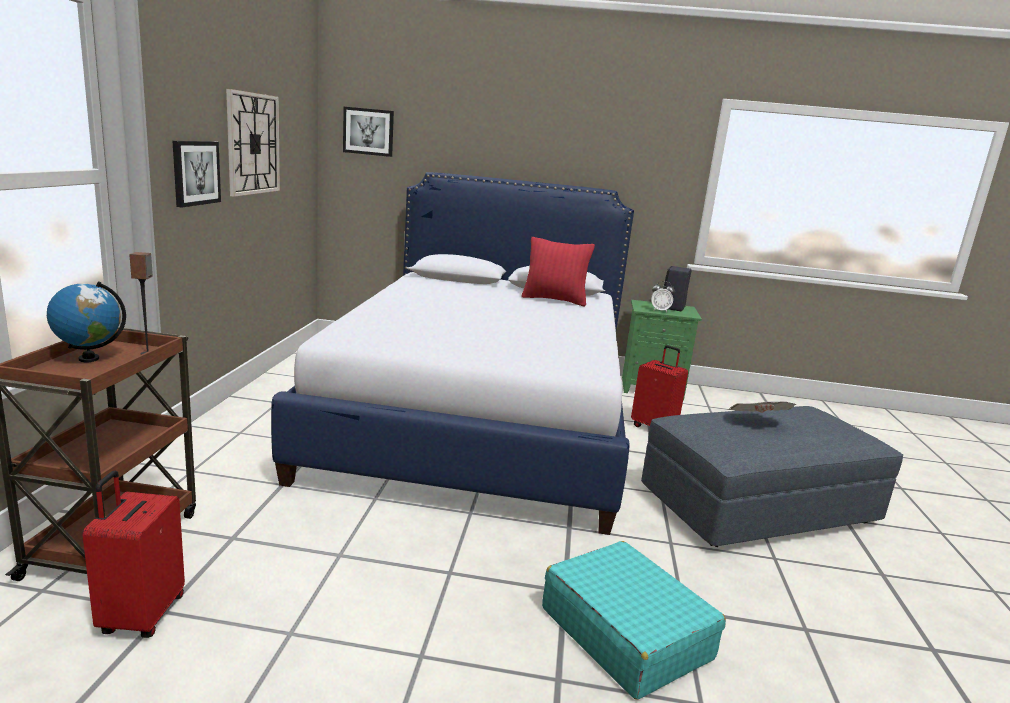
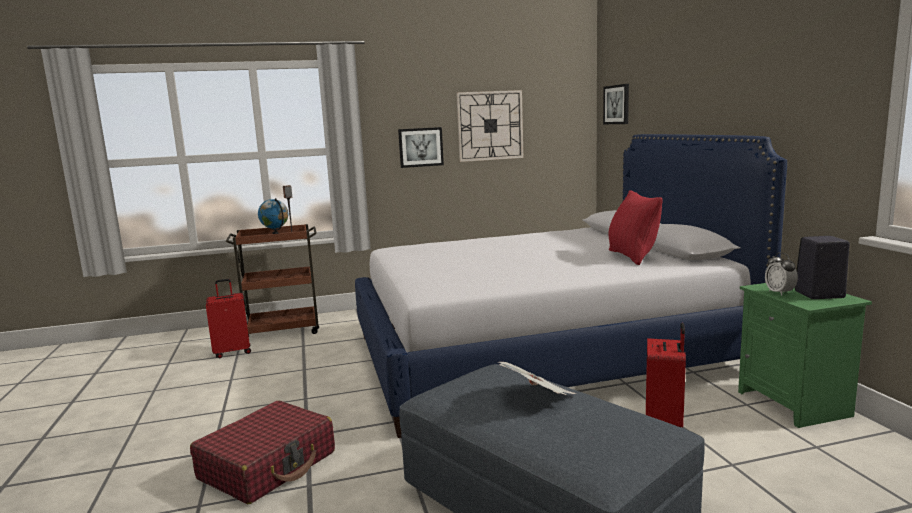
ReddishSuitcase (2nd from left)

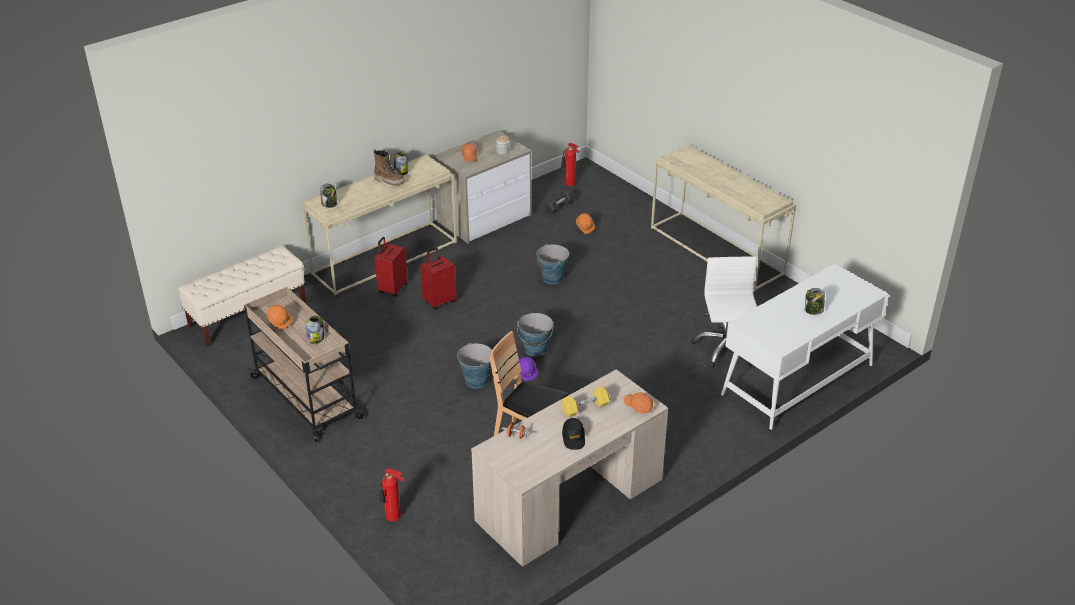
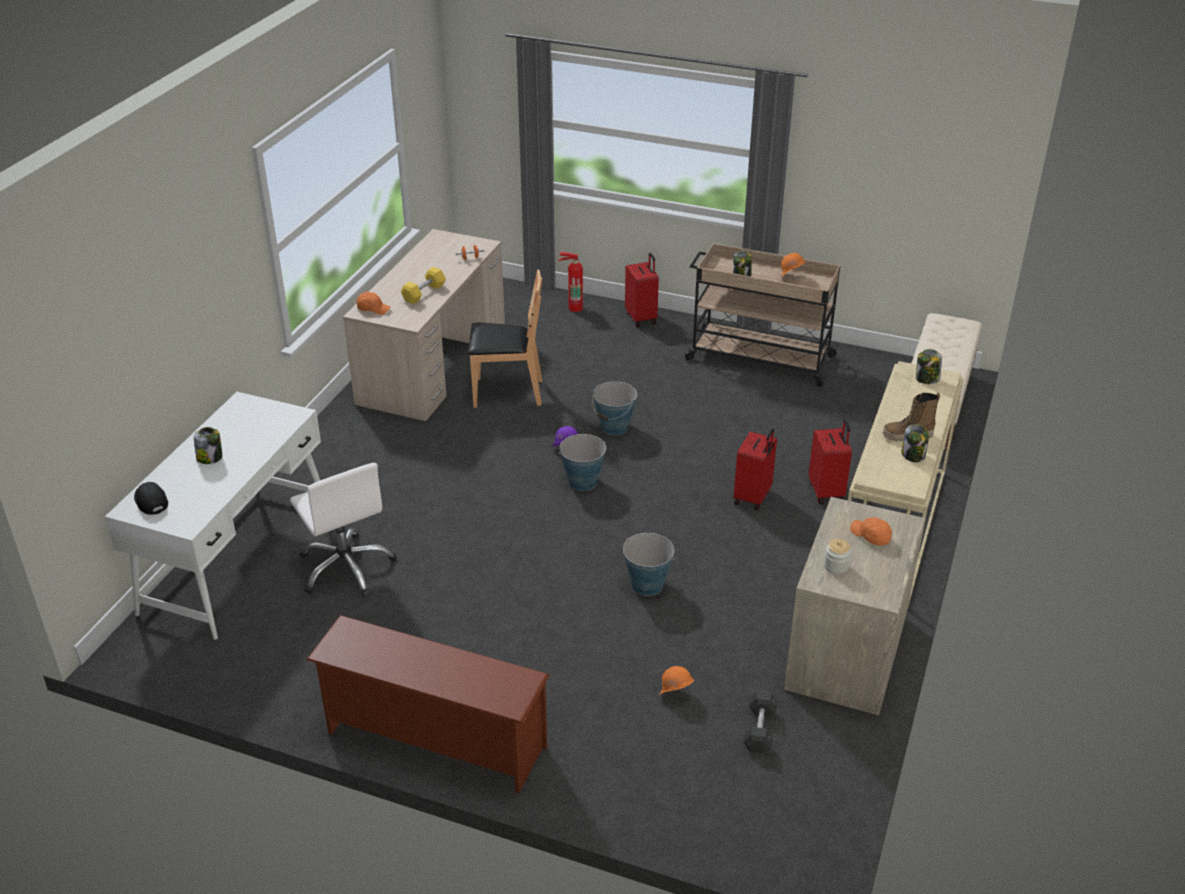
FireFightingCylinder (2nd from left in the first image)
BrownishShoeStand
BlackishPeakedCap
ReddishSuitcase (1st from left)

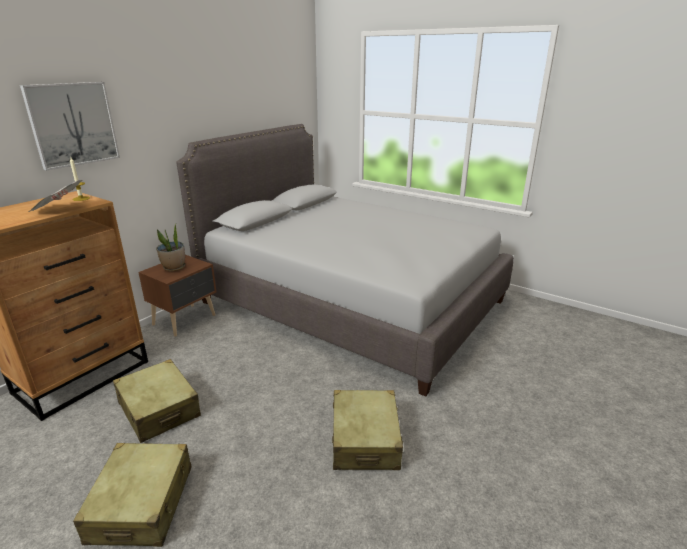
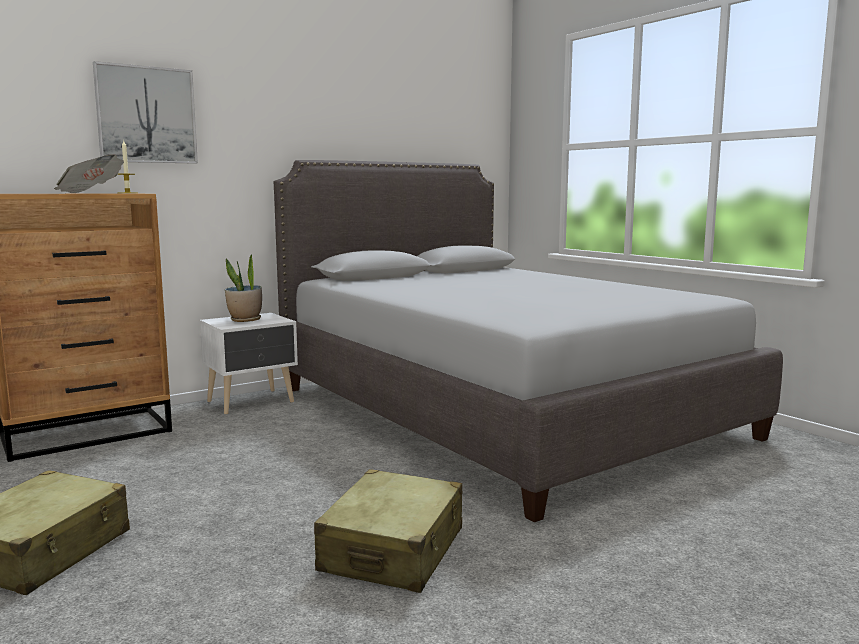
WhitishNightstand
SandColouredSuitcase (2nd from left in the first image)

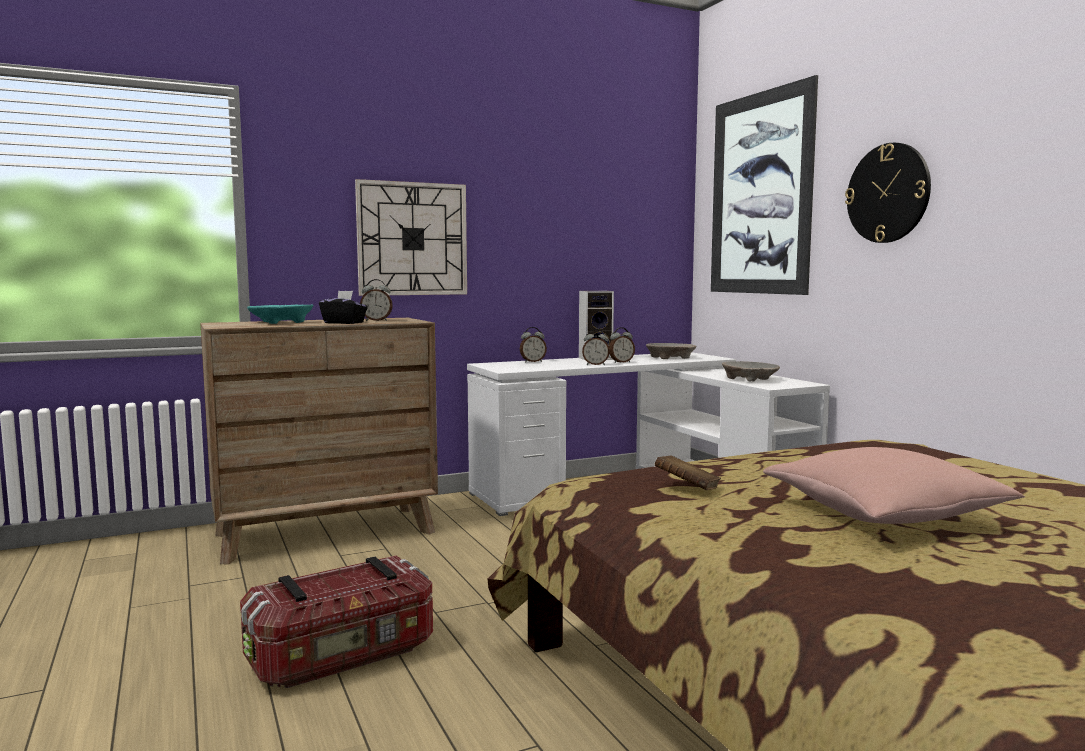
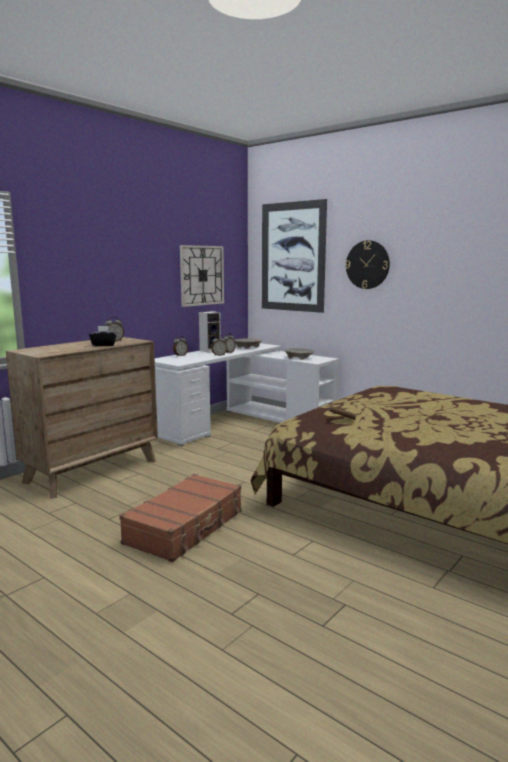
ClockOnTheWall (1st from left)
TurquoiseBowl
PinkishPillow
BrownishSuitcase

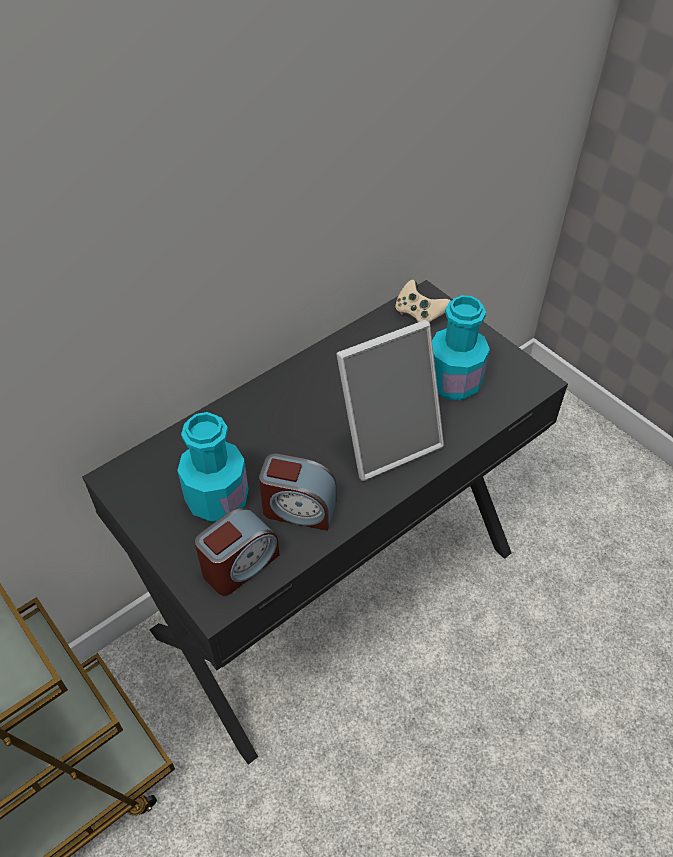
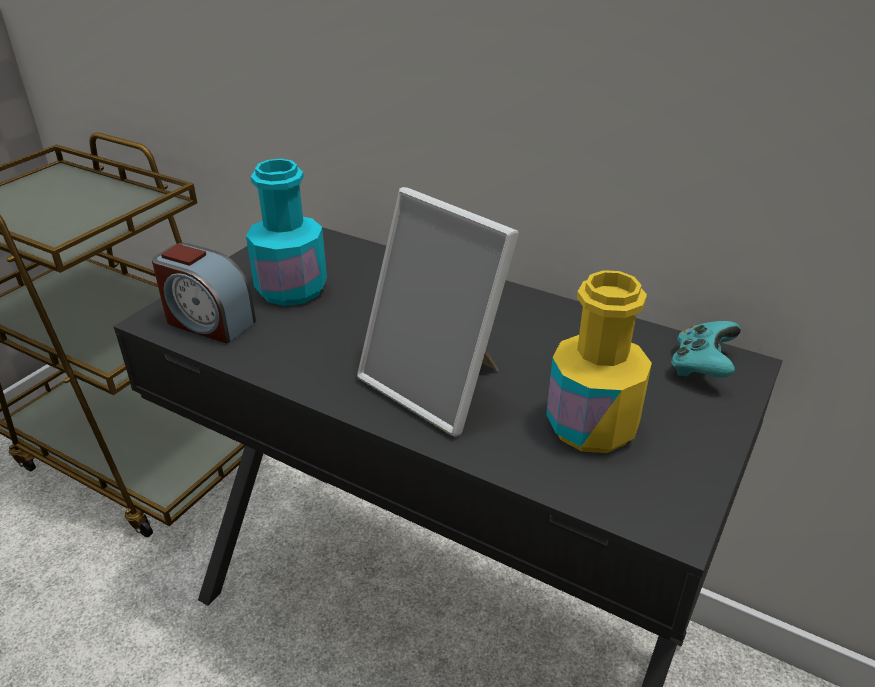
TurquoiseGamepad
YellowBeverageBottle
AlarmClock (2nd from left in the first image)

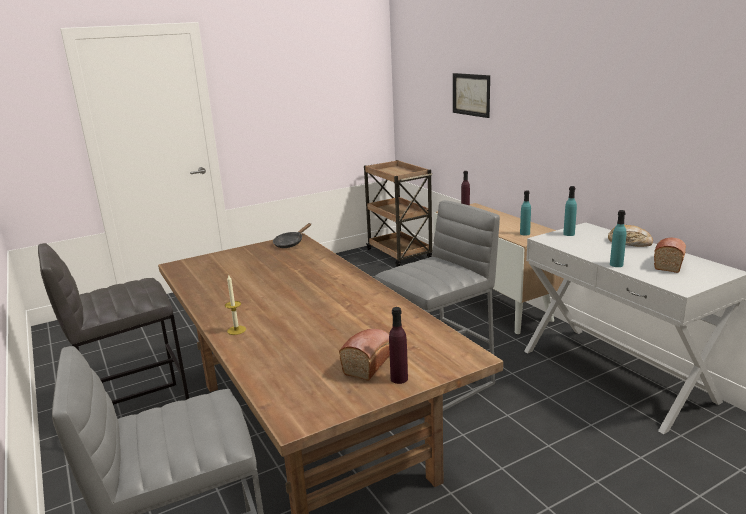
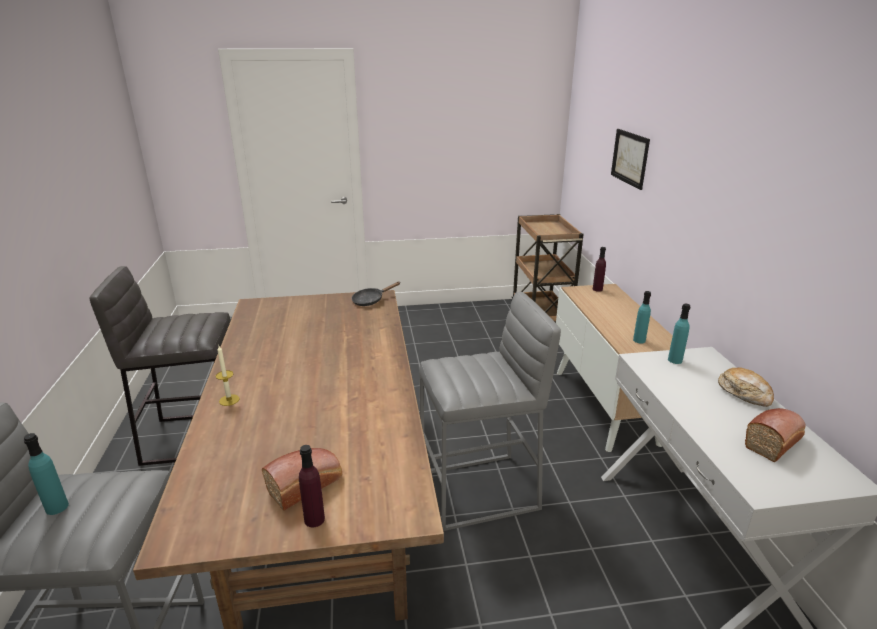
TurquoiseBeverageBottle (1st from left)

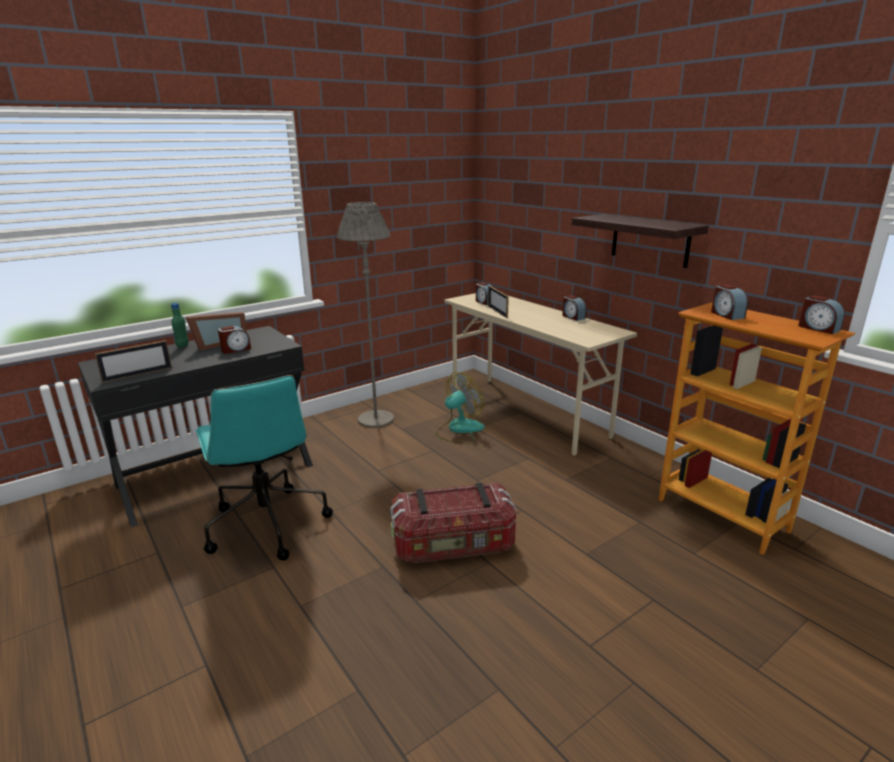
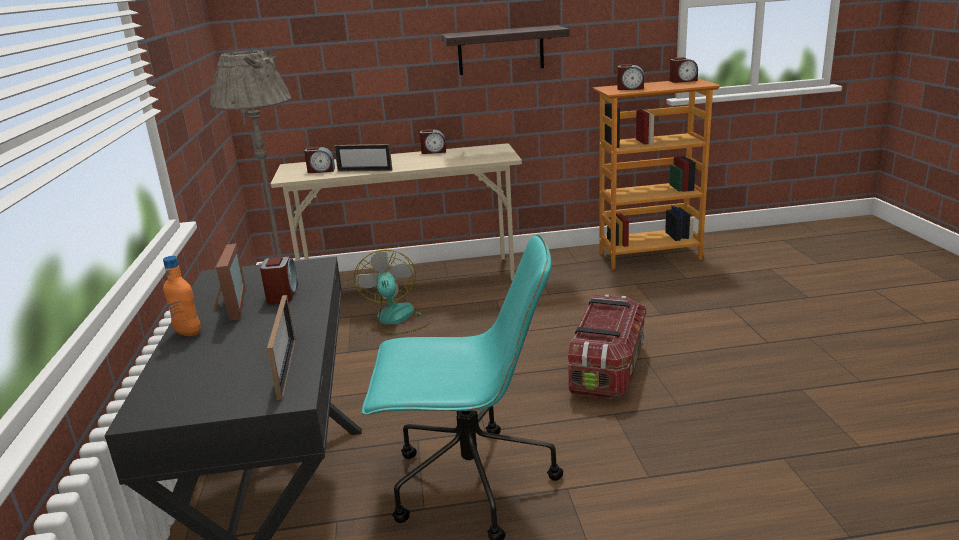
OrangeyBeverageBottle

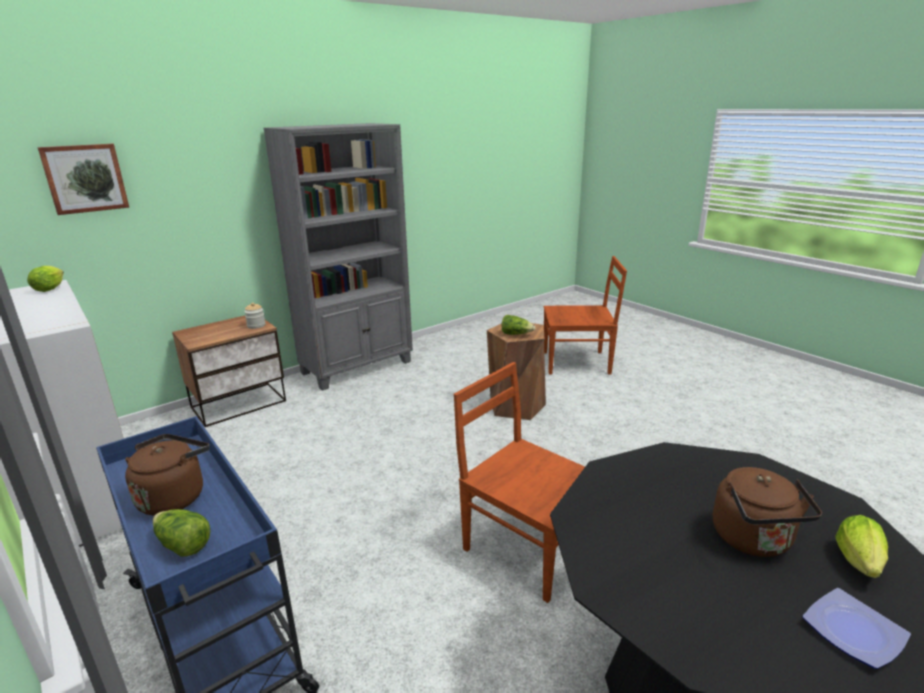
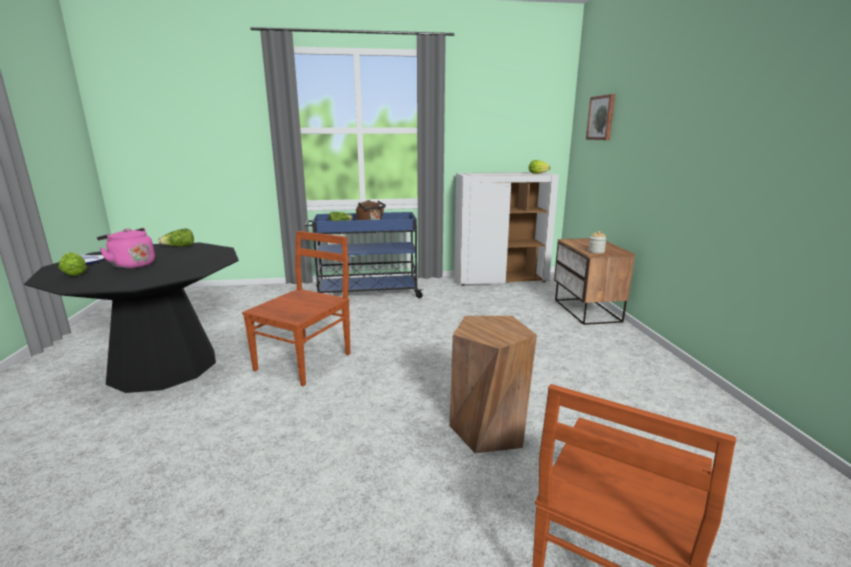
GrayBookshelf
Lettuce (2nd from left)
BrownishChair (1st from left)
PinkishTeaKettle

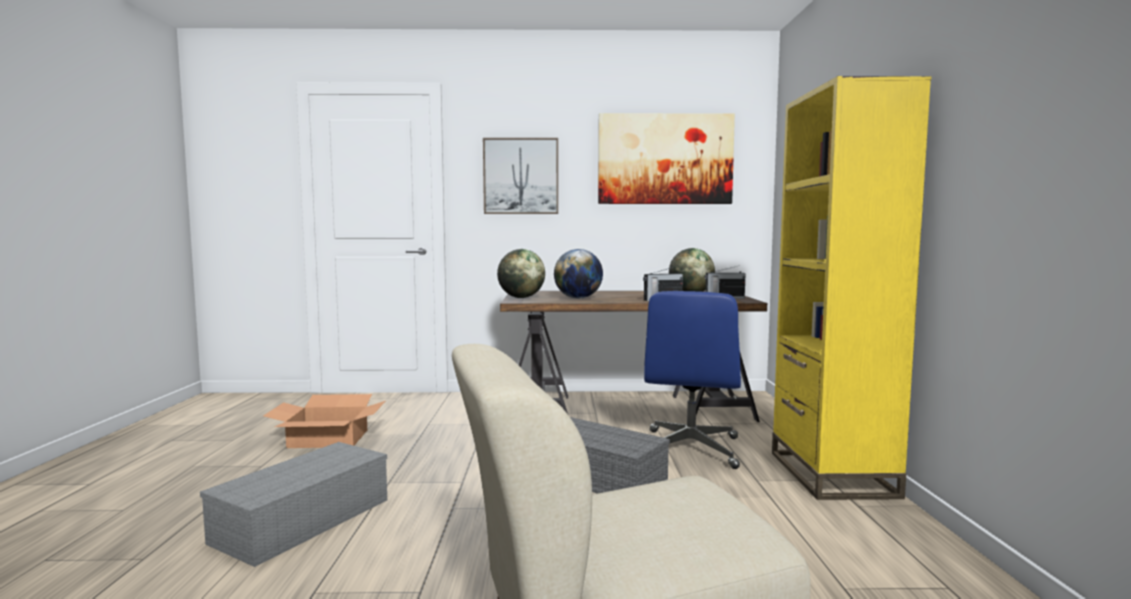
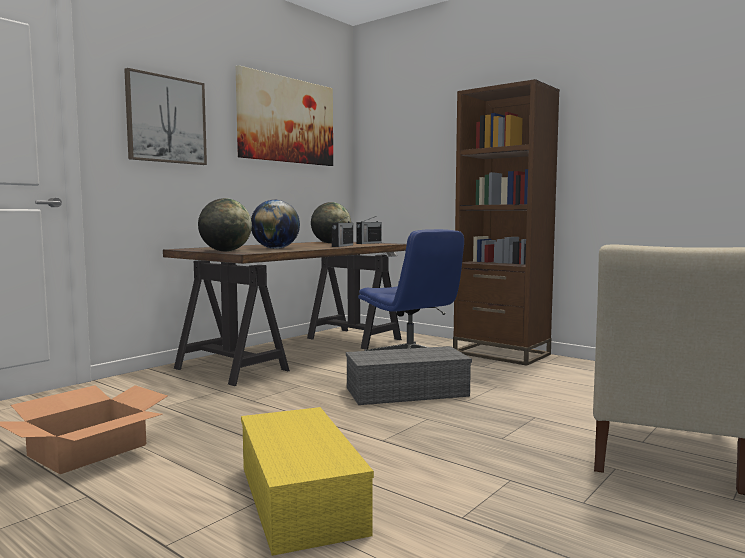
BrownishBookshelf
YellowStorageBox

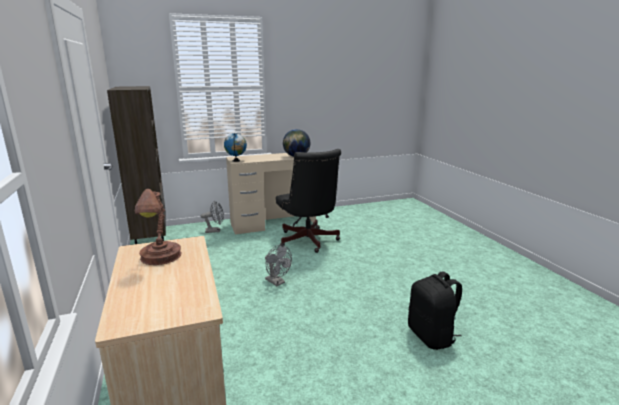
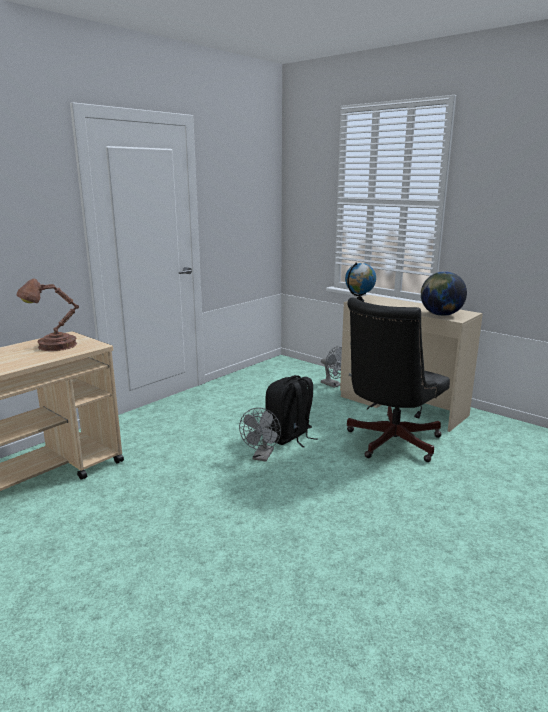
BrownishBookshelf
BlackishRucksack

